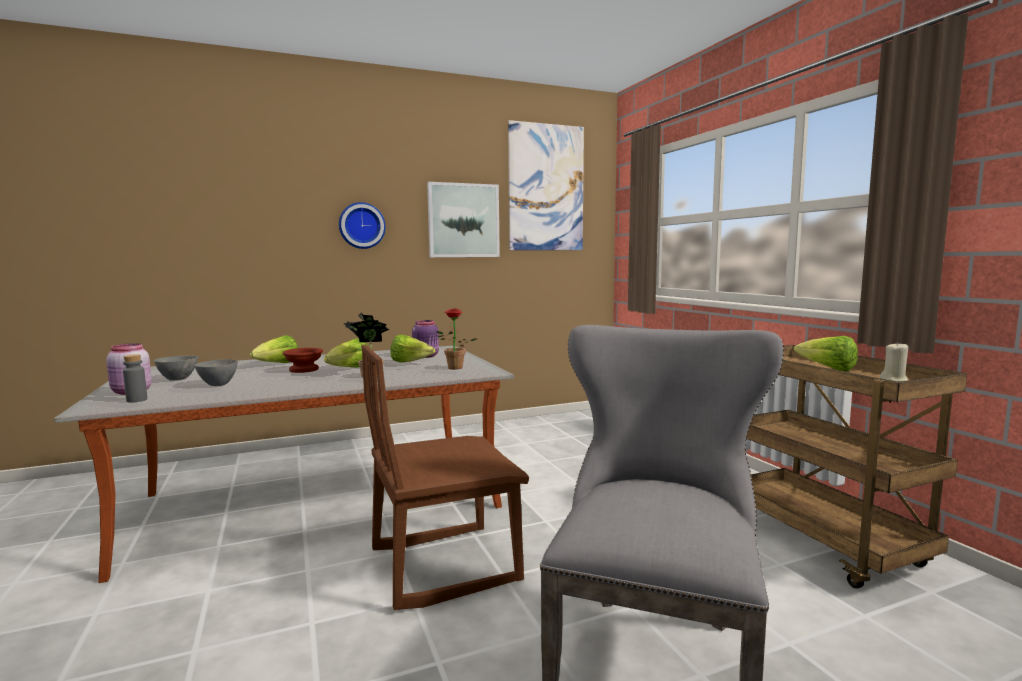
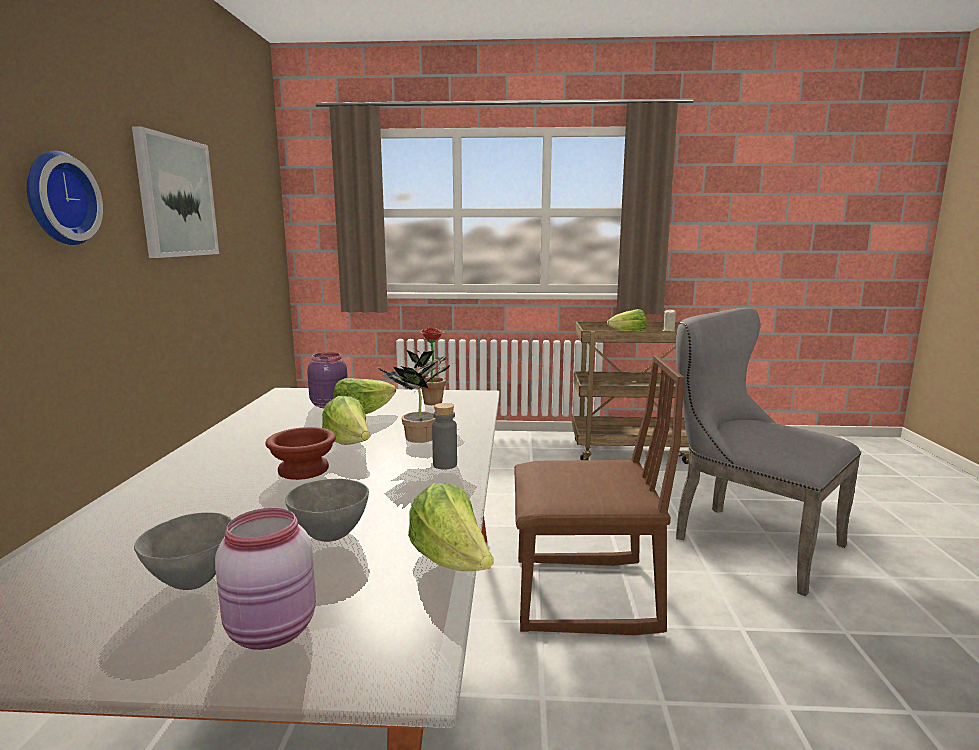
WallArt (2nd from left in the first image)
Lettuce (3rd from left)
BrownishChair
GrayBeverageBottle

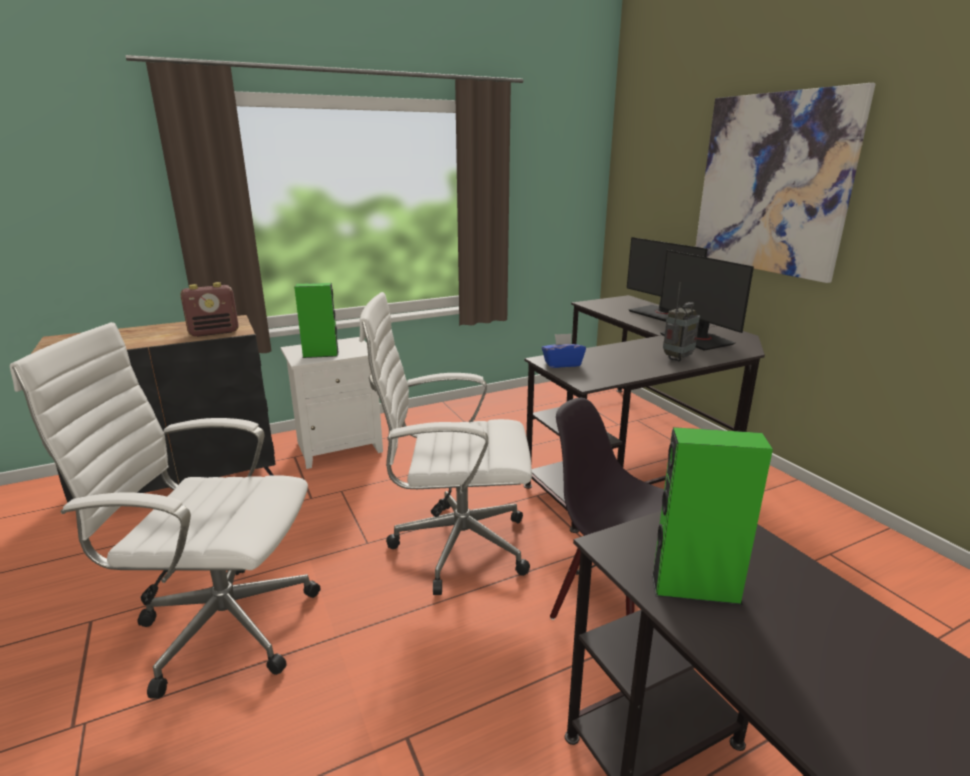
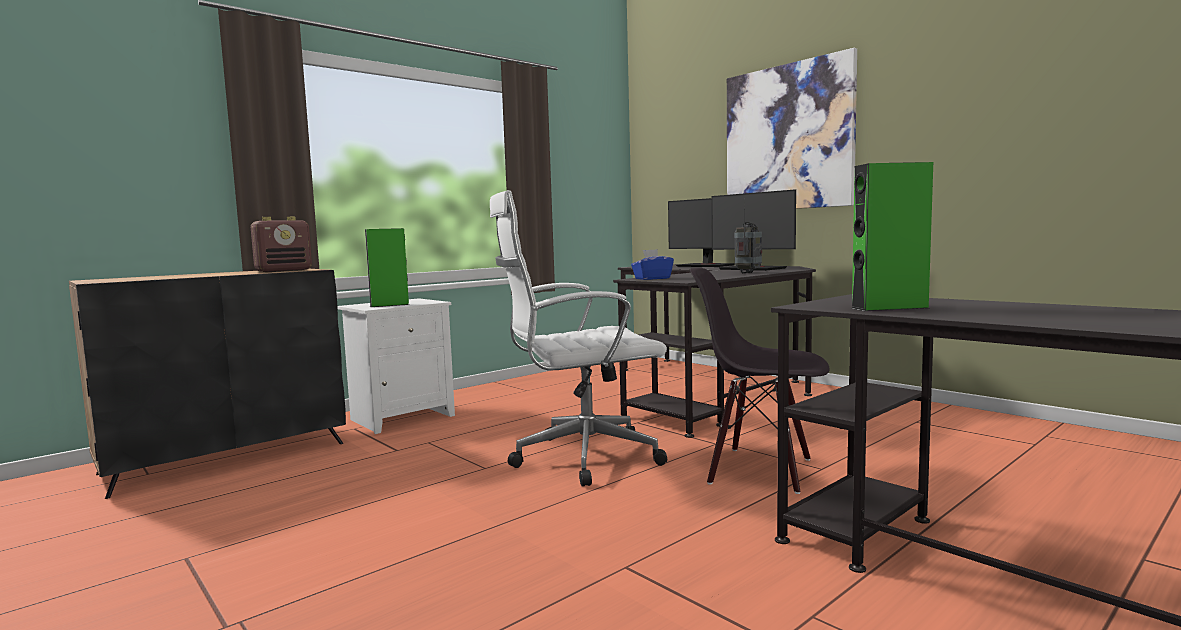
WhitishComputerChair (1st from left in the first image)

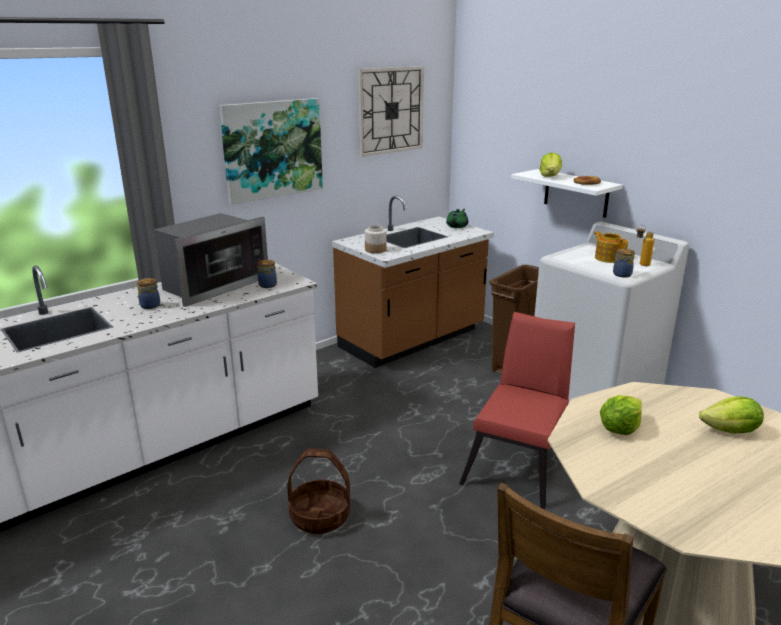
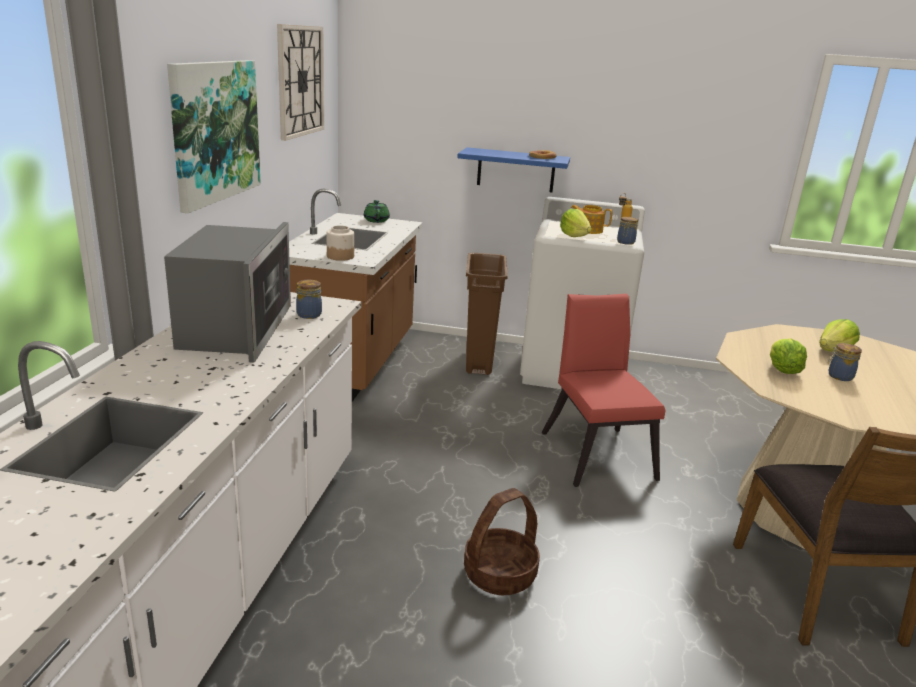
Lettuce (1st from left)
BlueBracketShelf
StorageJar (4th from left)

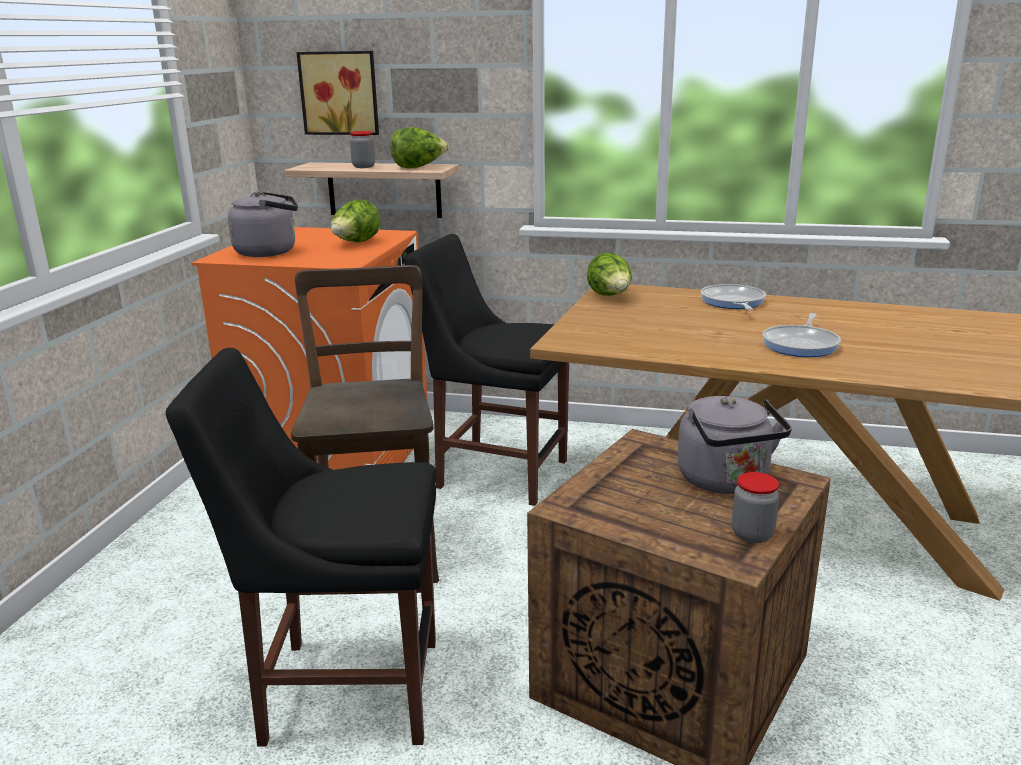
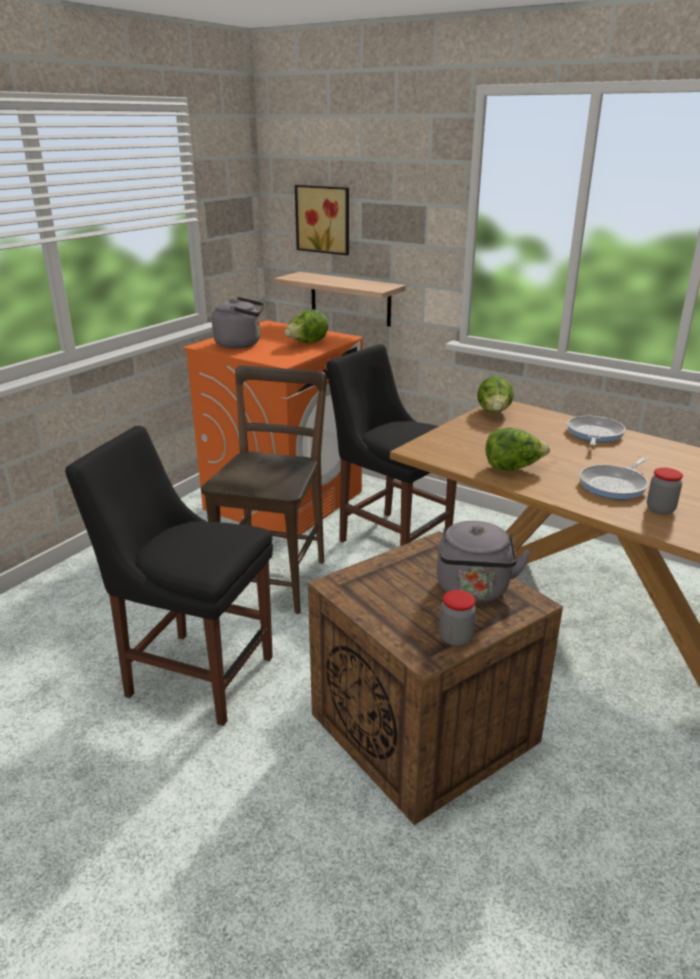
Lettuce (3rd from left)
StorageJar (2nd from left)

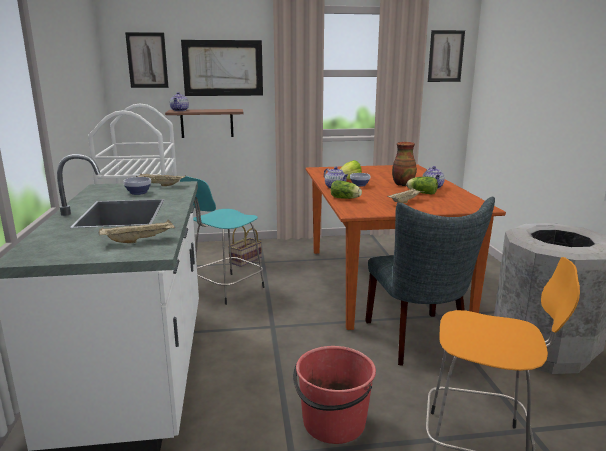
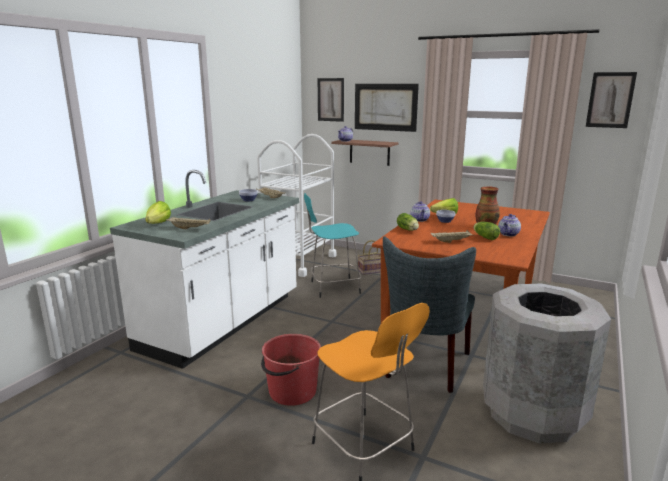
Lettuce (1st from left)

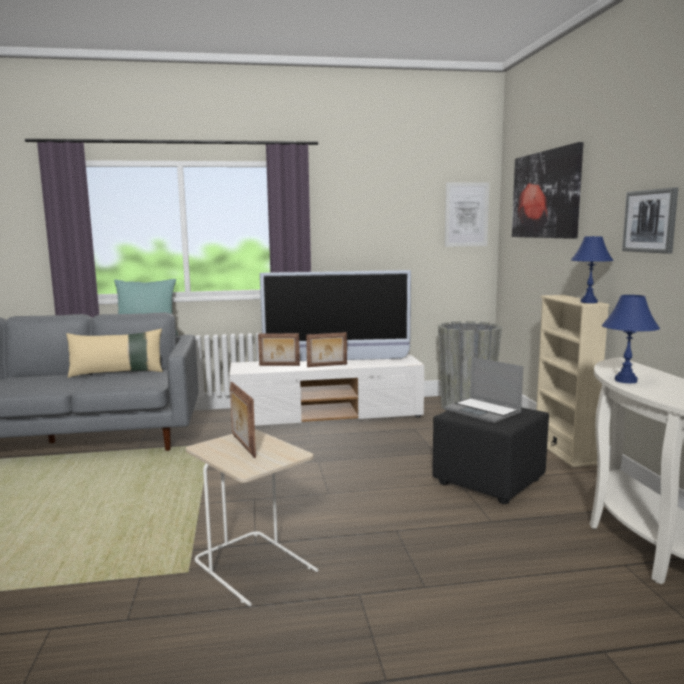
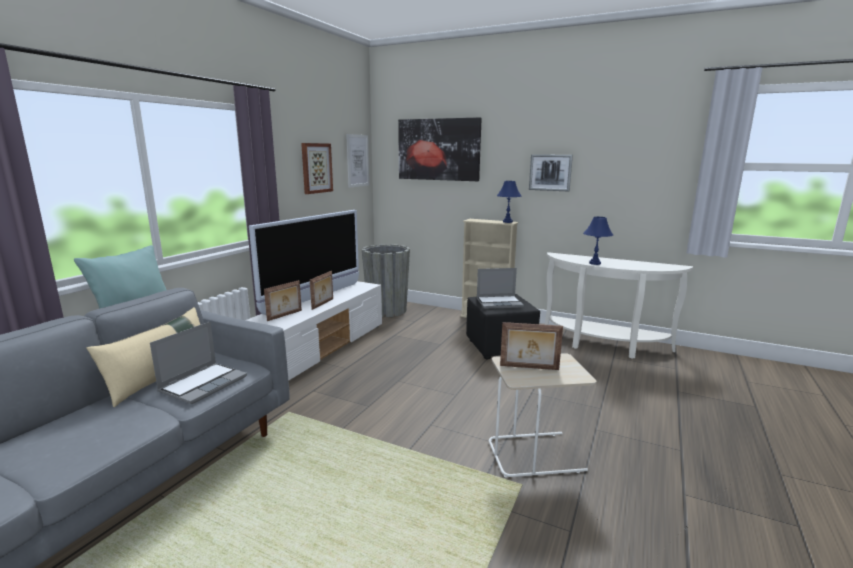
WallArt (1st from left)
PortableComputer (1st from left)

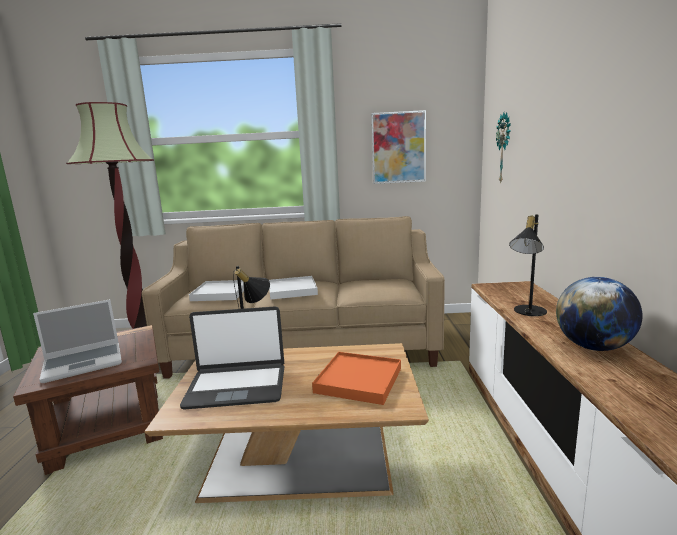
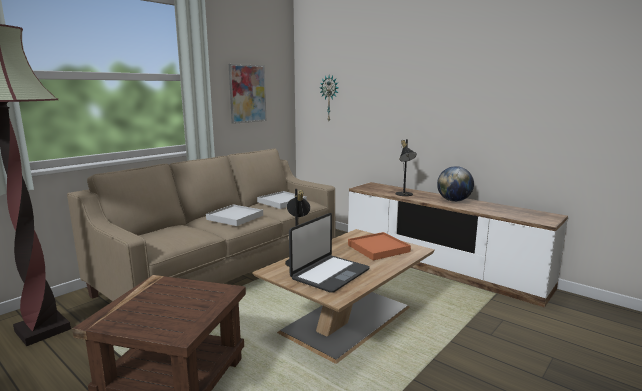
WhitishCarryingTray (2nd from left)
PortableComputer (1st from left in the first image)

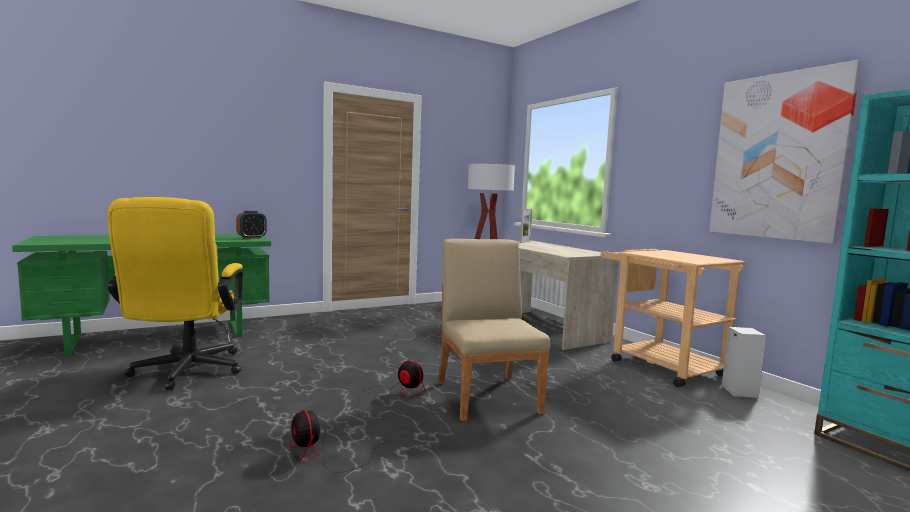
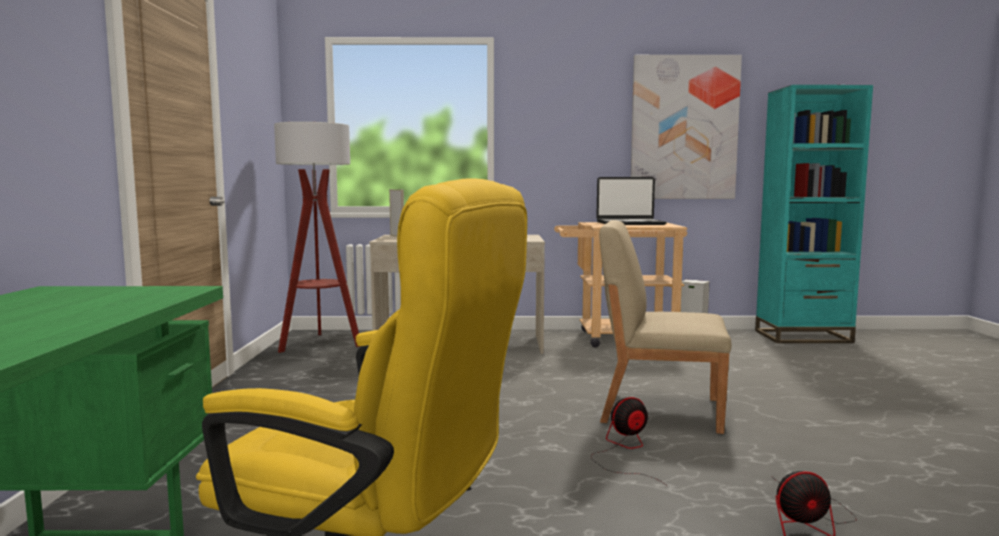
AlarmClock
PortableComputer

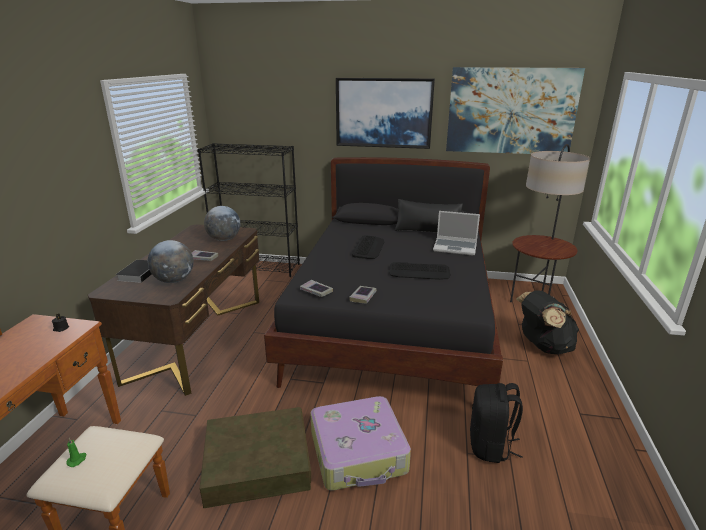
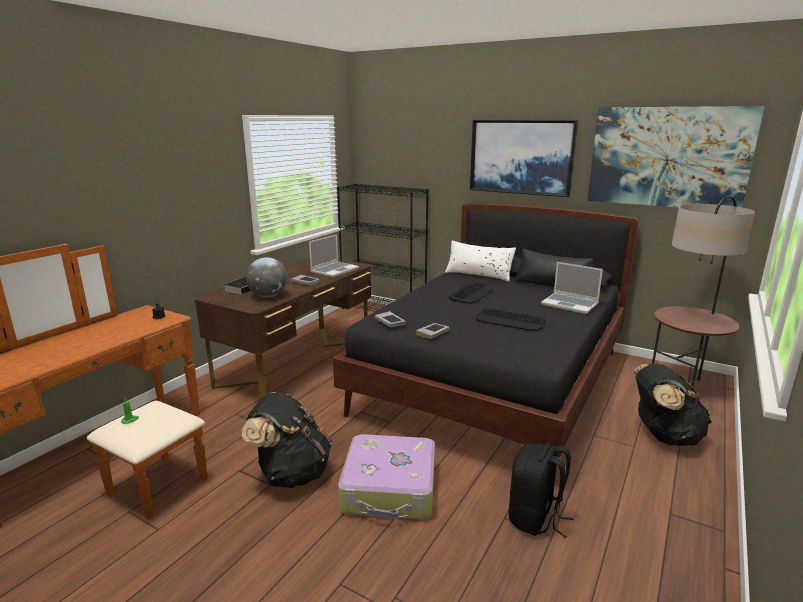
PortableComputer (1st from left)
BlackishRucksack (1st from left)
WhitishPillow

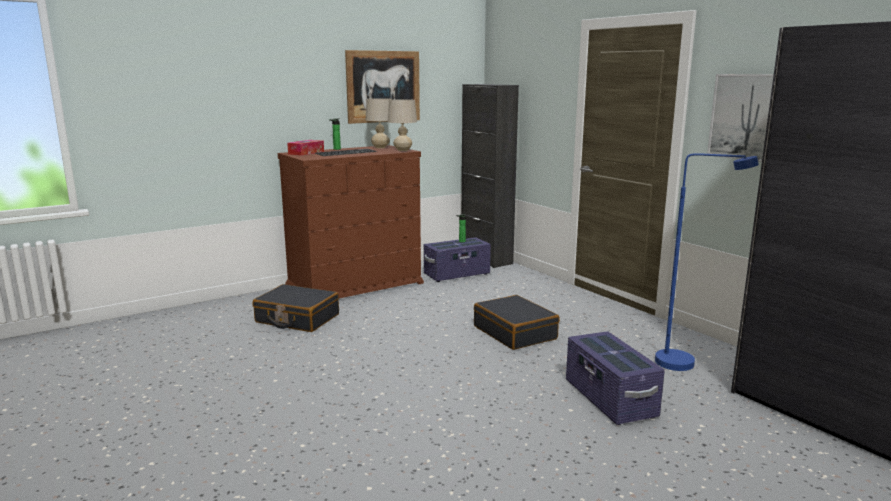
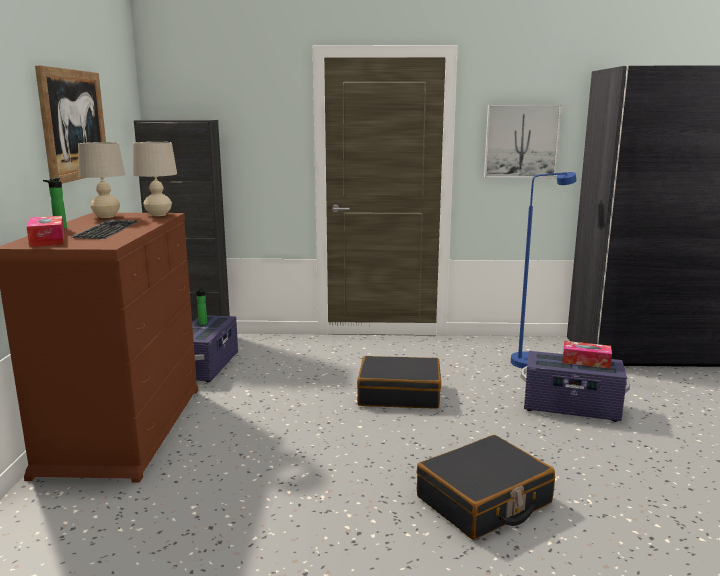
BlackishSuitcase (2nd from left)
BoxOfTissues (2nd from left)

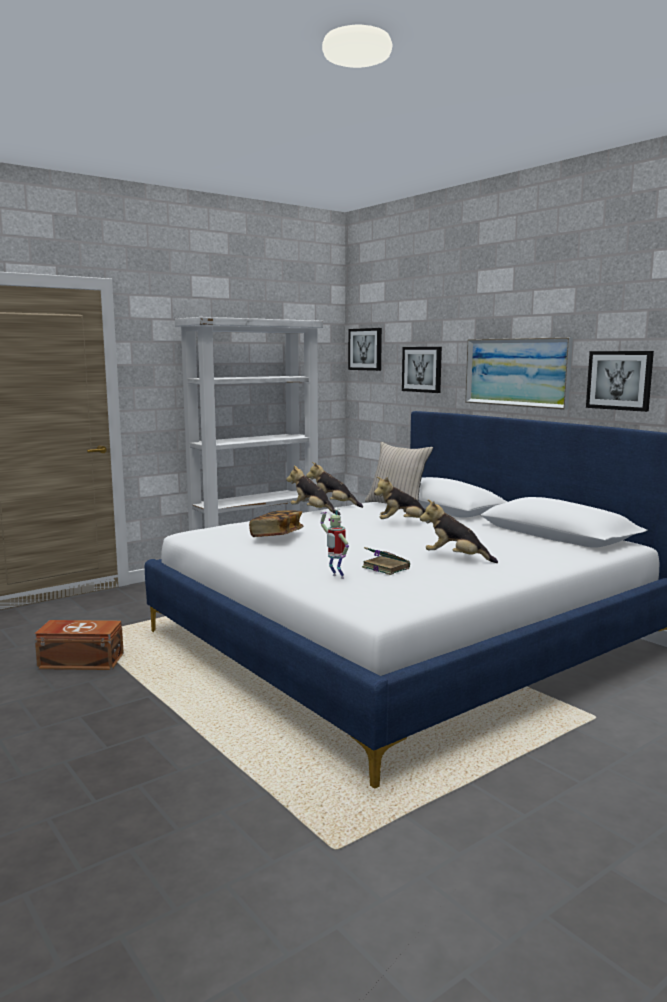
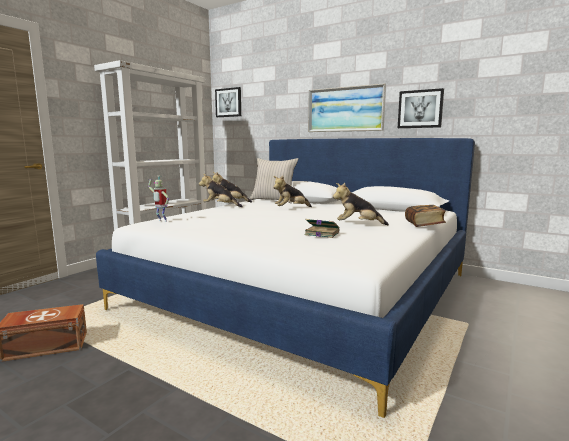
WallArt (2nd from left in the first image)
ModelRobot
Book (2nd from left)

